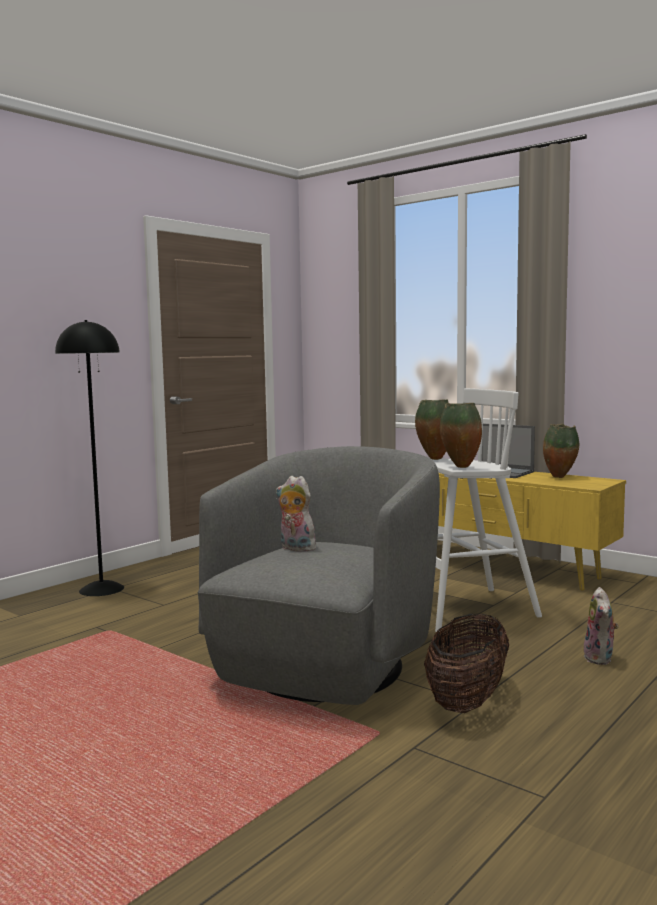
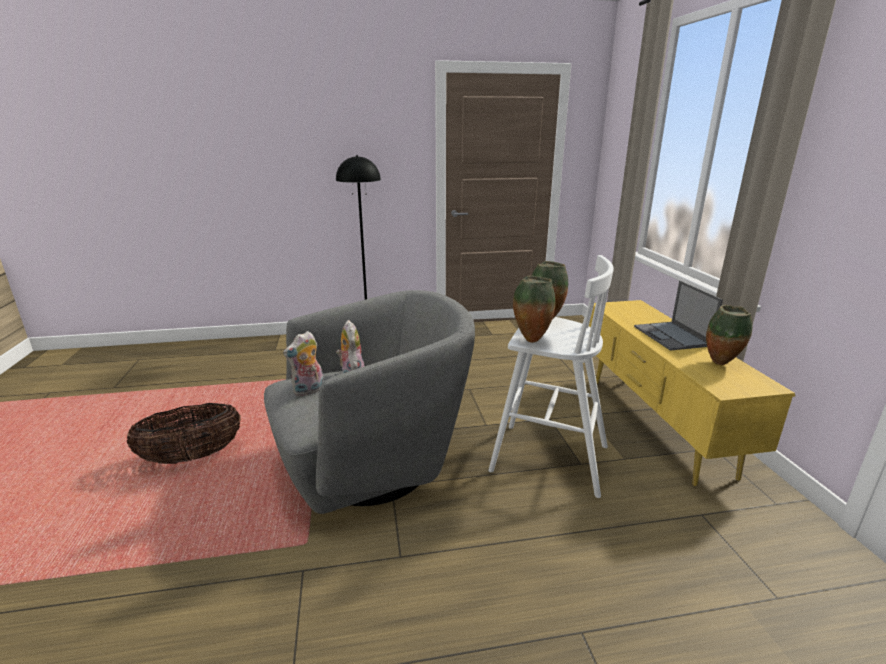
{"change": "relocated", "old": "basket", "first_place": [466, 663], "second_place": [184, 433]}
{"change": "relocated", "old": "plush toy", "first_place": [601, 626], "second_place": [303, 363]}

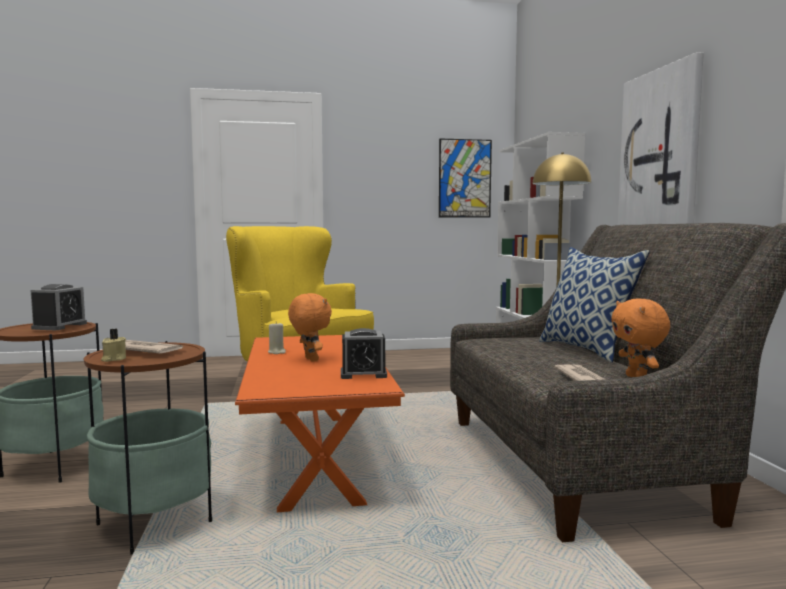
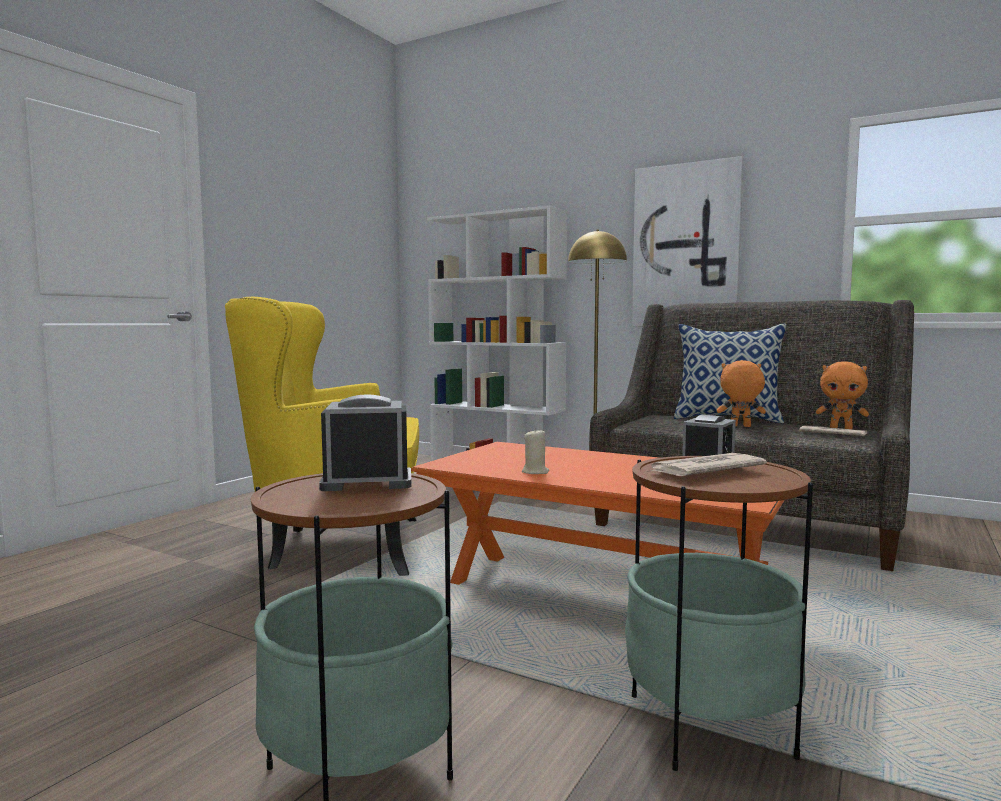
{"change": "spun", "old": "alarm clock", "first_place": [59, 307], "second_place": [365, 442], "degrees": -60}
{"change": "missing", "old": "beige candle", "first_place": [113, 345]}
{"change": "relocated", "old": "orange plush toy", "first_place": [310, 327], "second_place": [741, 393]}
{"change": "missing", "old": "picture", "first_place": [465, 178]}

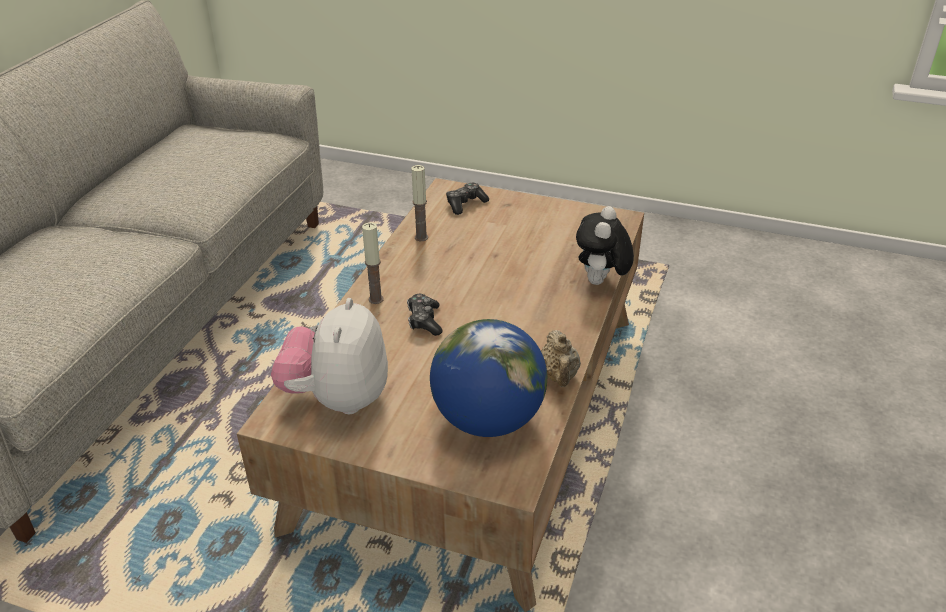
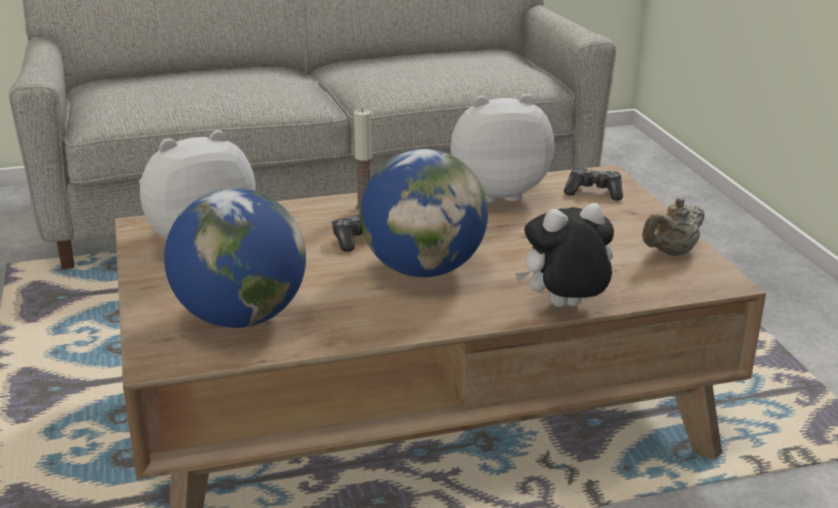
{"change": "exchanged", "old": "candle", "new": "plush toy", "first_place": [419, 203], "second_place": [502, 148]}
{"change": "relocated", "old": "beige teapot", "first_place": [561, 358], "second_place": [673, 227]}
{"change": "appeared", "new": "globe", "second_place": [424, 213]}

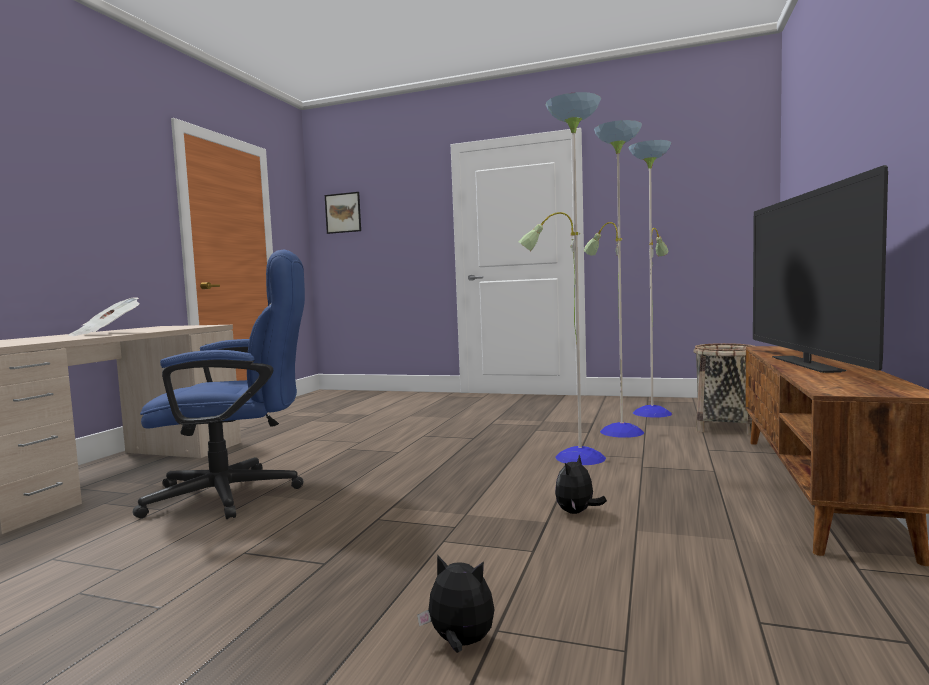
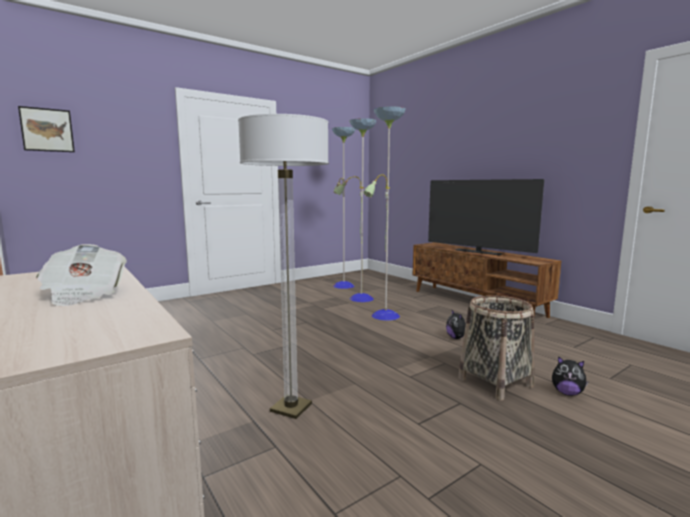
{"change": "exchanged", "old": "blue office chair", "new": "floor lamp", "first_place": [219, 384], "second_place": [283, 266]}
{"change": "spun", "old": "plush toy", "first_place": [456, 603], "second_place": [570, 376], "degrees": -120}
{"change": "relocated", "old": "basket", "first_place": [724, 389], "second_place": [496, 348]}

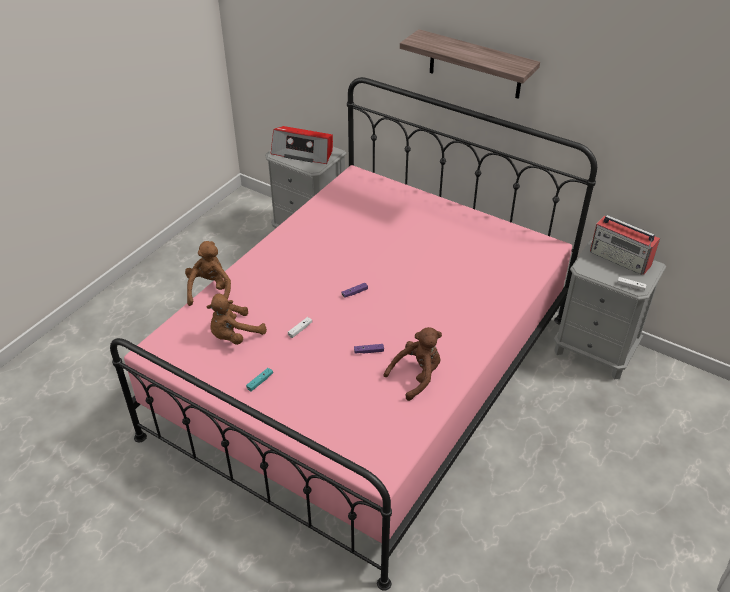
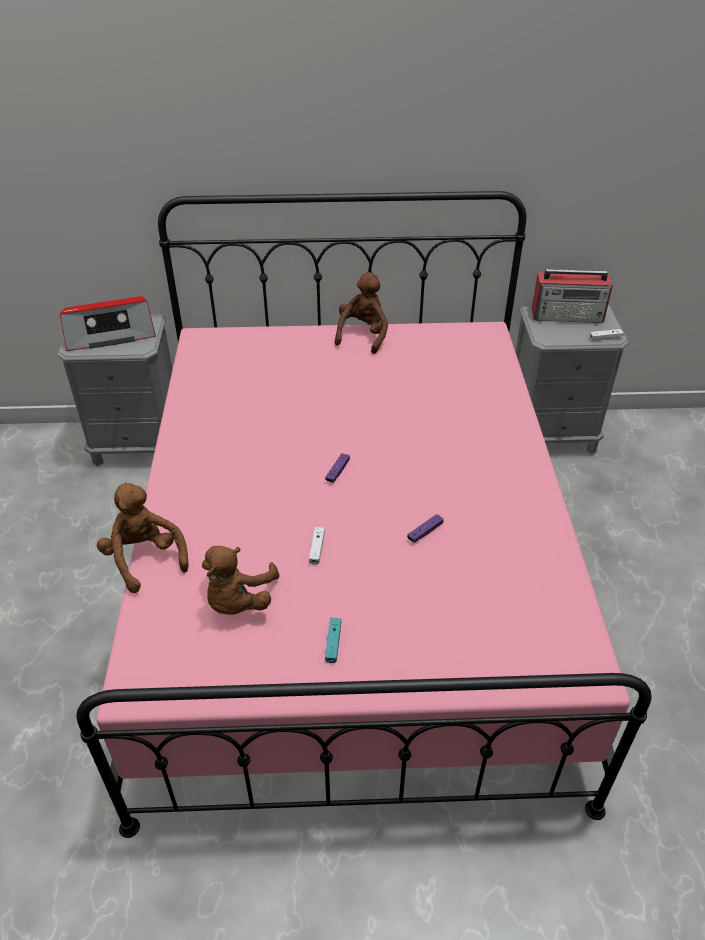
{"change": "relocated", "old": "brown plush toy", "first_place": [413, 364], "second_place": [361, 313]}
{"change": "missing", "old": "shelf", "first_place": [470, 64]}

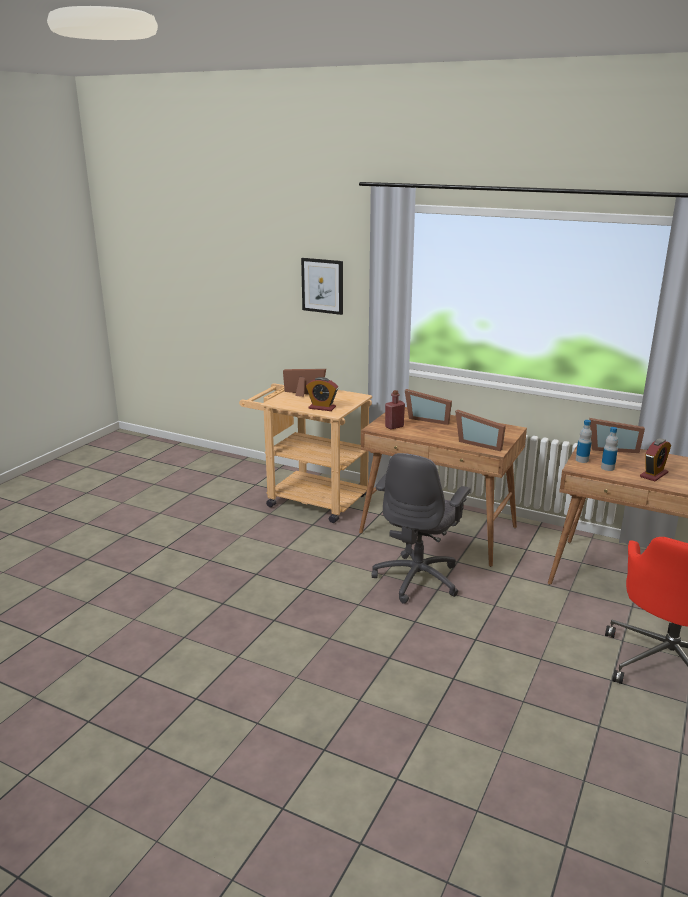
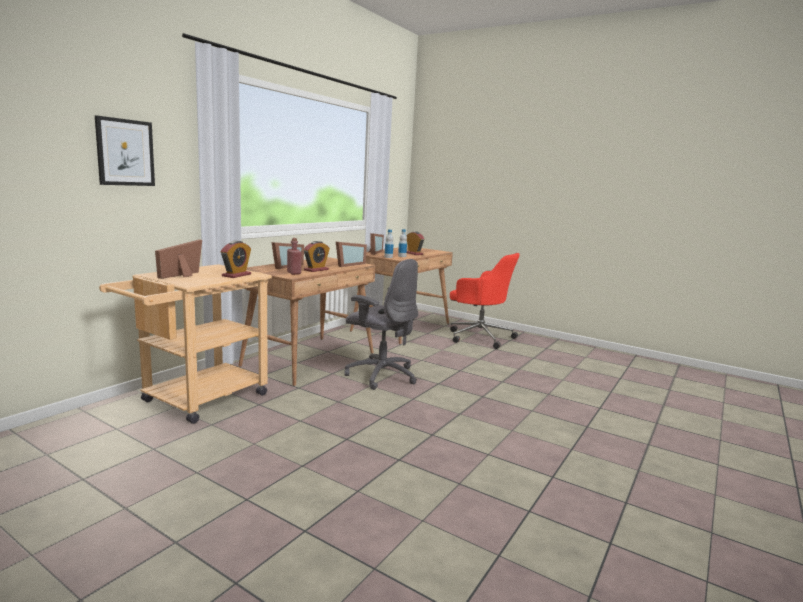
{"change": "appeared", "new": "alarm clock", "second_place": [316, 256]}

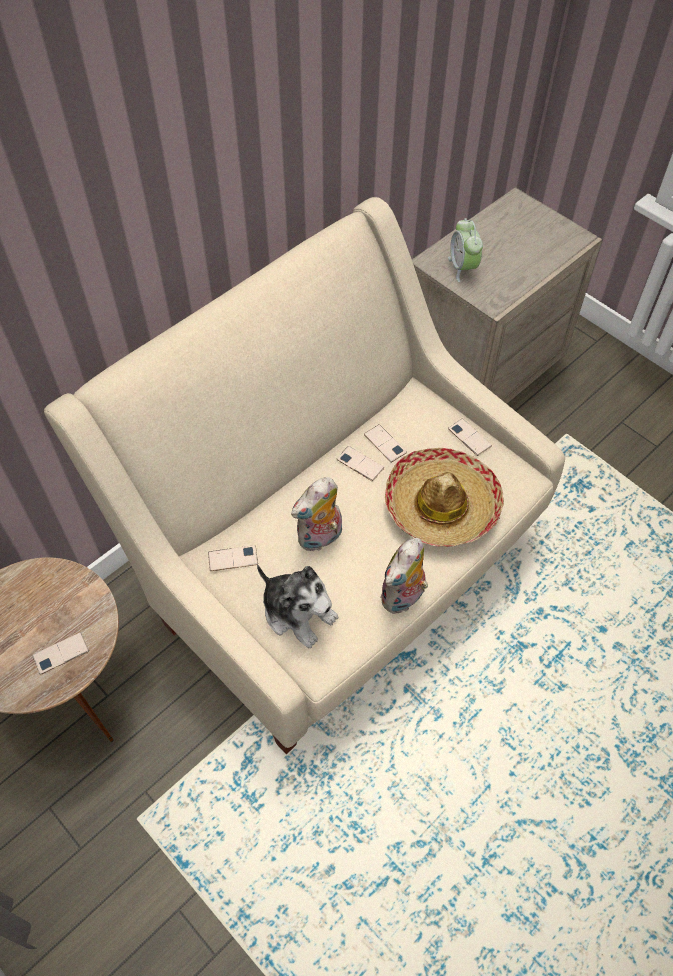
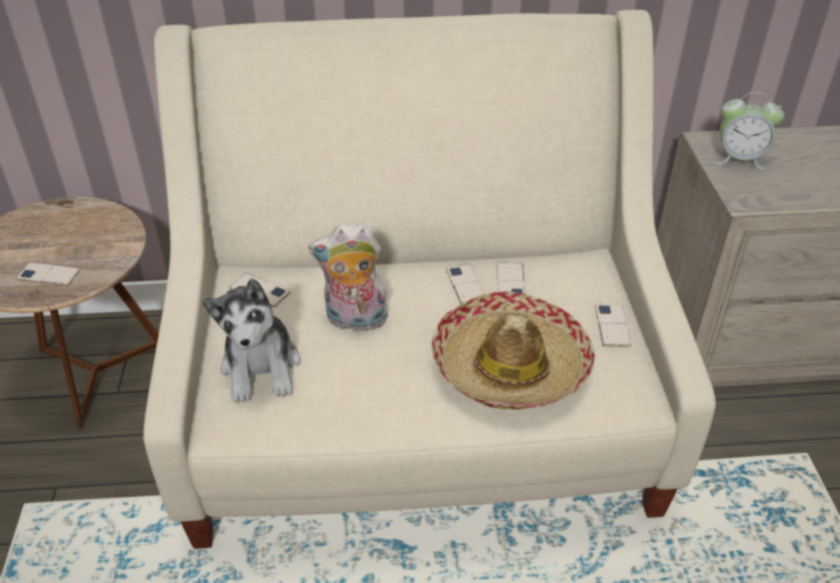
{"change": "missing", "old": "plush toy", "first_place": [404, 576]}
{"change": "spun", "old": "alarm clock", "first_place": [465, 250], "second_place": [750, 131], "degrees": -105}

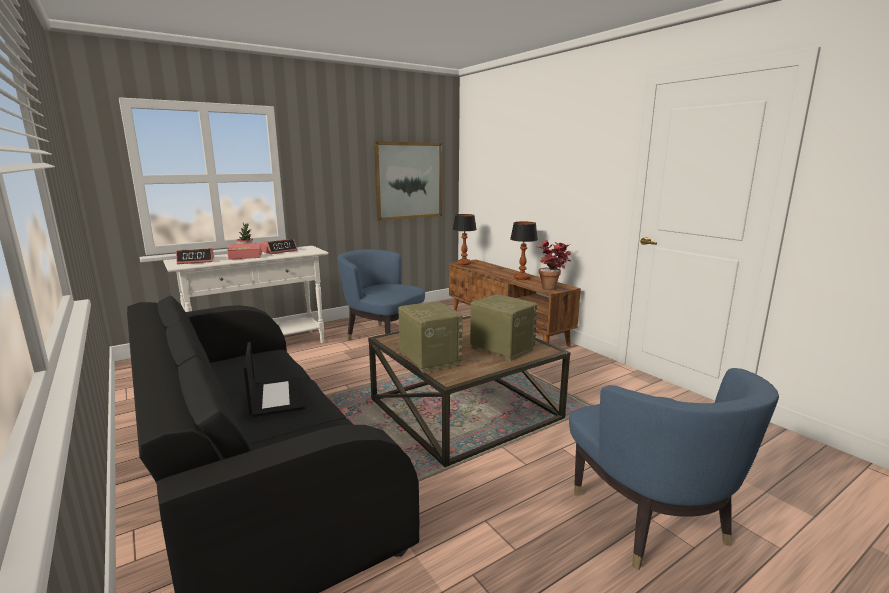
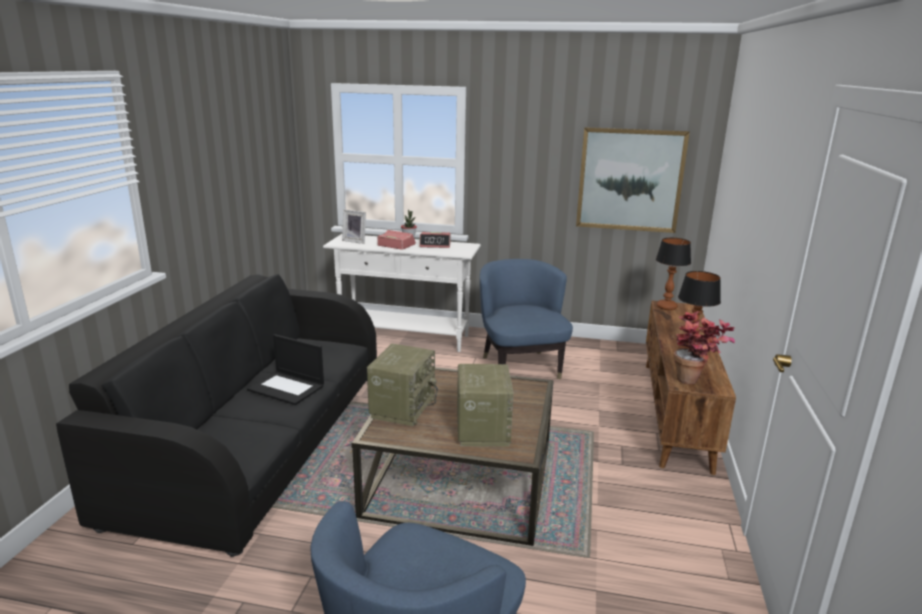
{"change": "exchanged", "old": "alarm clock", "new": "picture frame", "first_place": [195, 256], "second_place": [354, 226]}
{"change": "spun", "old": "laptop", "first_place": [274, 379], "second_place": [285, 369], "degrees": 90}

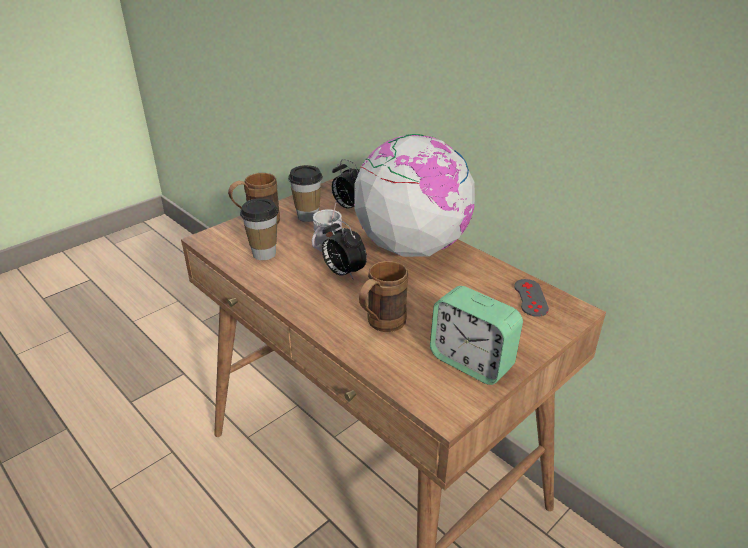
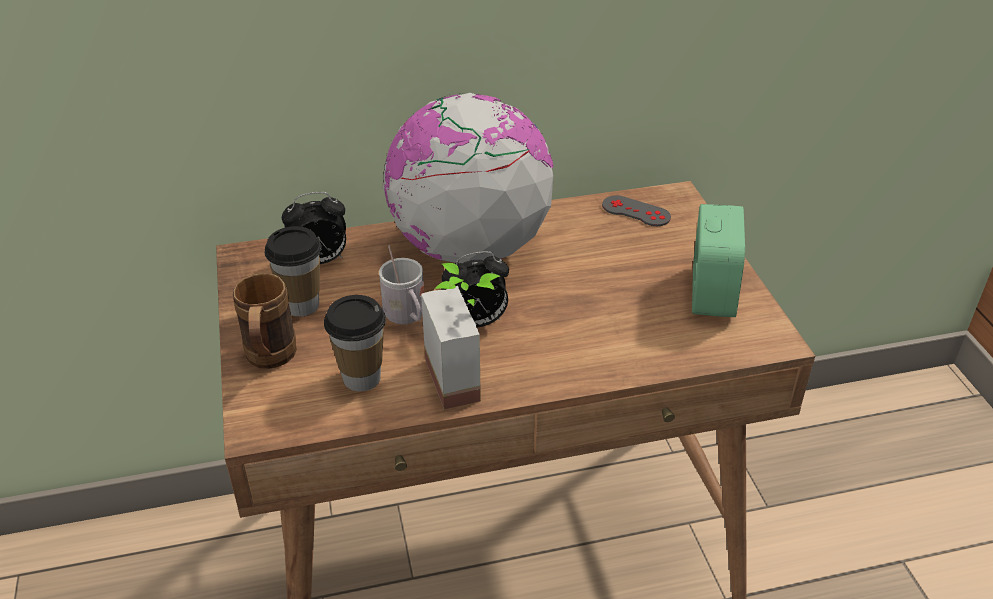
{"change": "missing", "old": "brown mug", "first_place": [383, 296]}
{"change": "spun", "old": "alarm clock", "first_place": [476, 335], "second_place": [718, 260], "degrees": -60}
{"change": "appeared", "new": "potted plant", "second_place": [460, 336]}

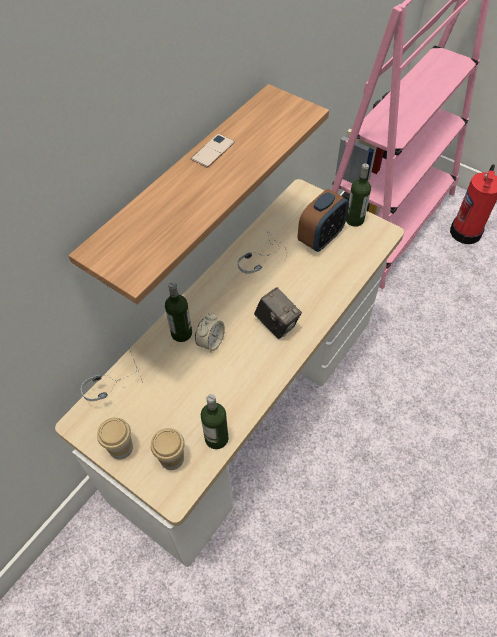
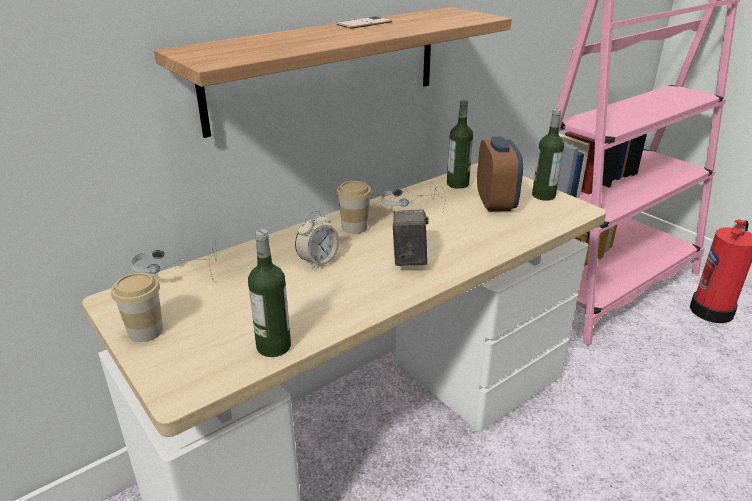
{"change": "relocated", "old": "cup", "first_place": [168, 449], "second_place": [353, 207]}
{"change": "relocated", "old": "bottle", "first_place": [178, 312], "second_place": [460, 144]}
{"change": "spun", "old": "photo camera", "first_place": [278, 313], "second_place": [411, 237], "degrees": -150}
{"change": "spun", "old": "alarm clock", "first_place": [323, 220], "second_place": [500, 174], "degrees": -60}

